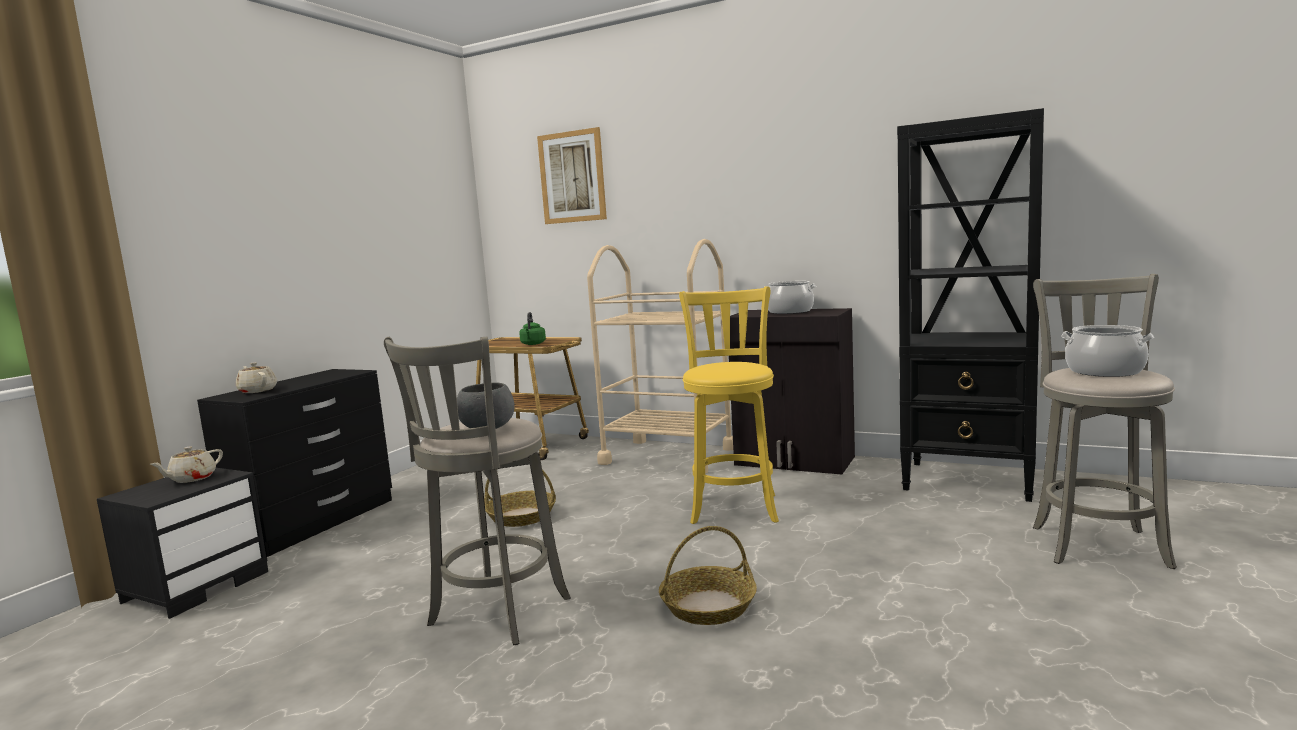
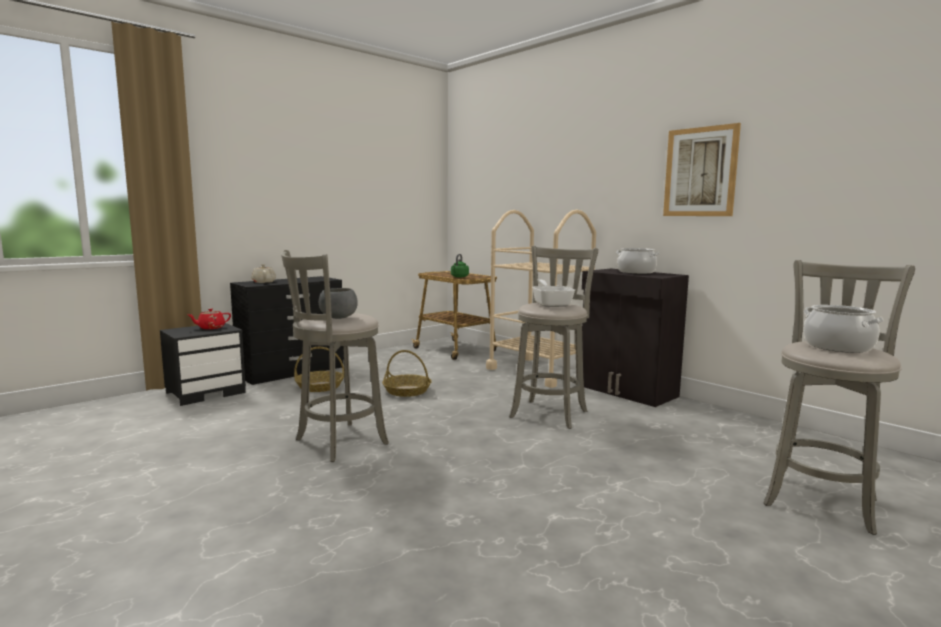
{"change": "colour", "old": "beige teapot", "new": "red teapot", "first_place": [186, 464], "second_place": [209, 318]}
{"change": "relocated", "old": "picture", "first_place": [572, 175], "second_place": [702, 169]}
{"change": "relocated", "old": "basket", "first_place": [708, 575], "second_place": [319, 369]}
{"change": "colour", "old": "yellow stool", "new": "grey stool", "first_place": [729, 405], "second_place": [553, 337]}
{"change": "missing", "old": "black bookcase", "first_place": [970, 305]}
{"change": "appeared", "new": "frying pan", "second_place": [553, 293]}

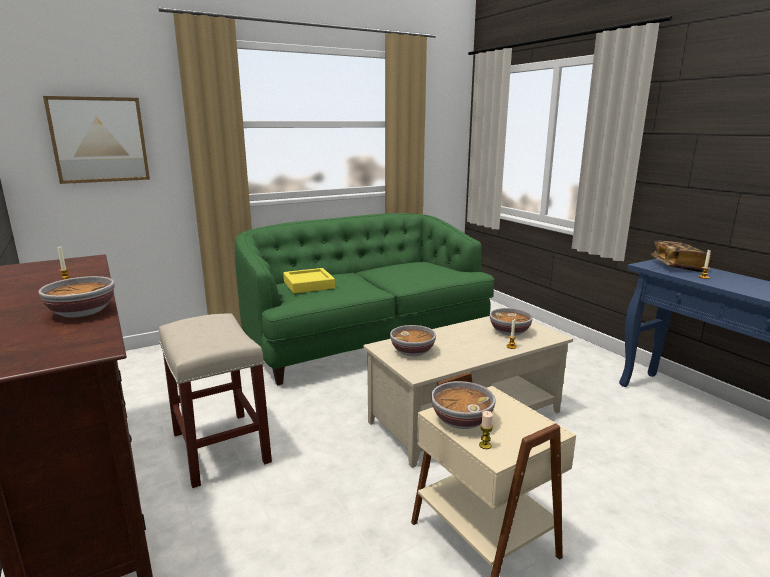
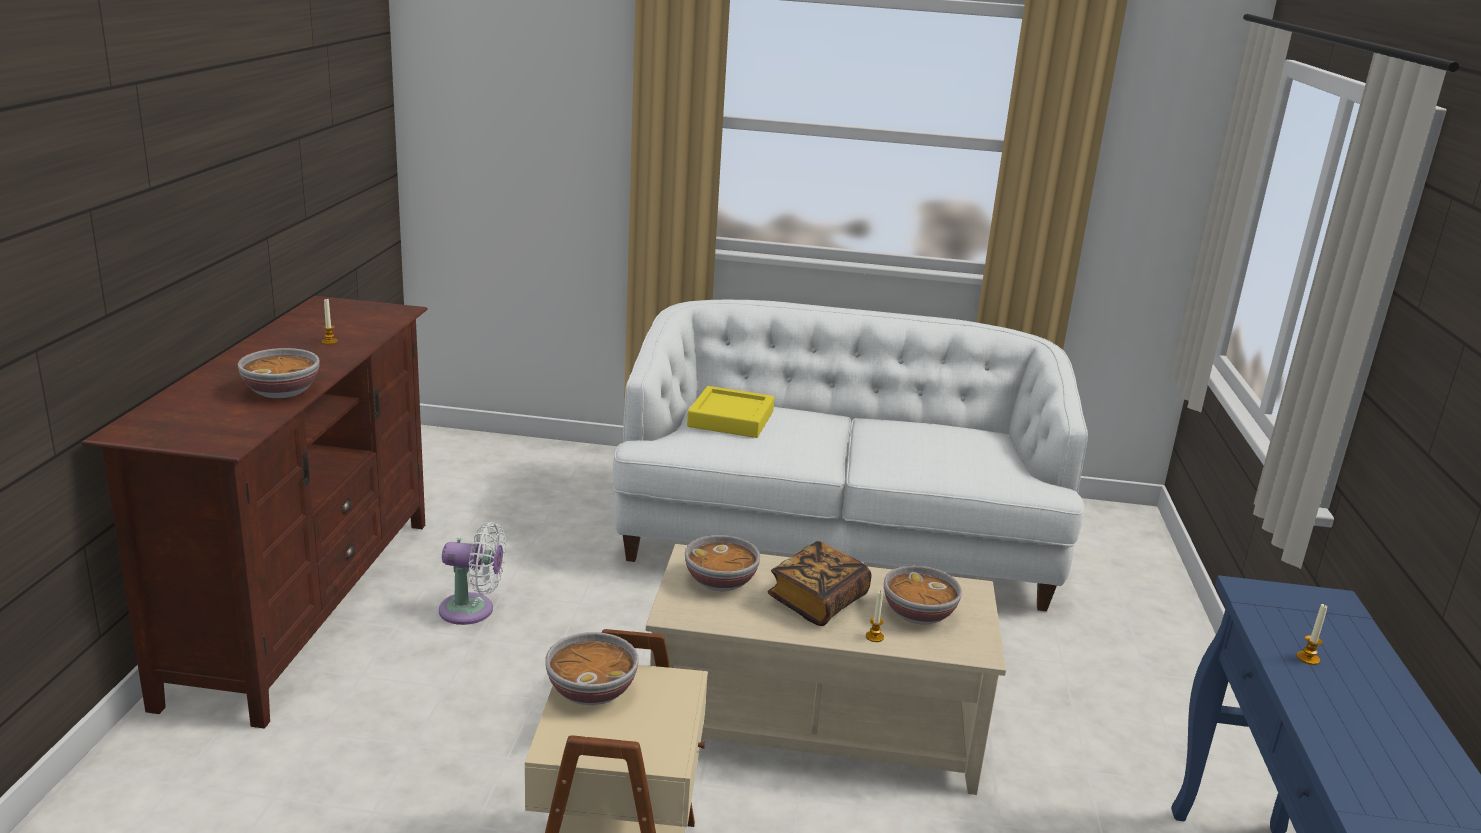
{"change": "missing", "old": "picture", "first_place": [96, 140]}
{"change": "exchanged", "old": "beige stool", "new": "white fan", "first_place": [215, 400], "second_place": [472, 573]}
{"change": "colour", "old": "green sofa", "new": "white sofa", "first_place": [364, 299], "second_place": [850, 455]}
{"change": "missing", "old": "candle", "first_place": [486, 430]}
{"change": "relocated", "old": "book", "first_place": [681, 256], "second_place": [820, 583]}

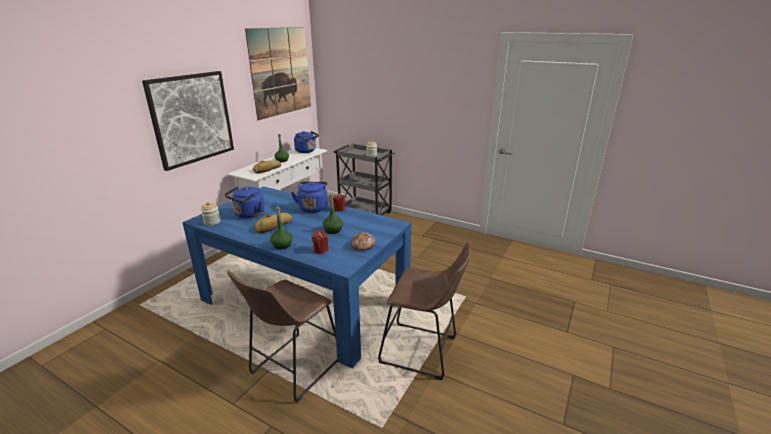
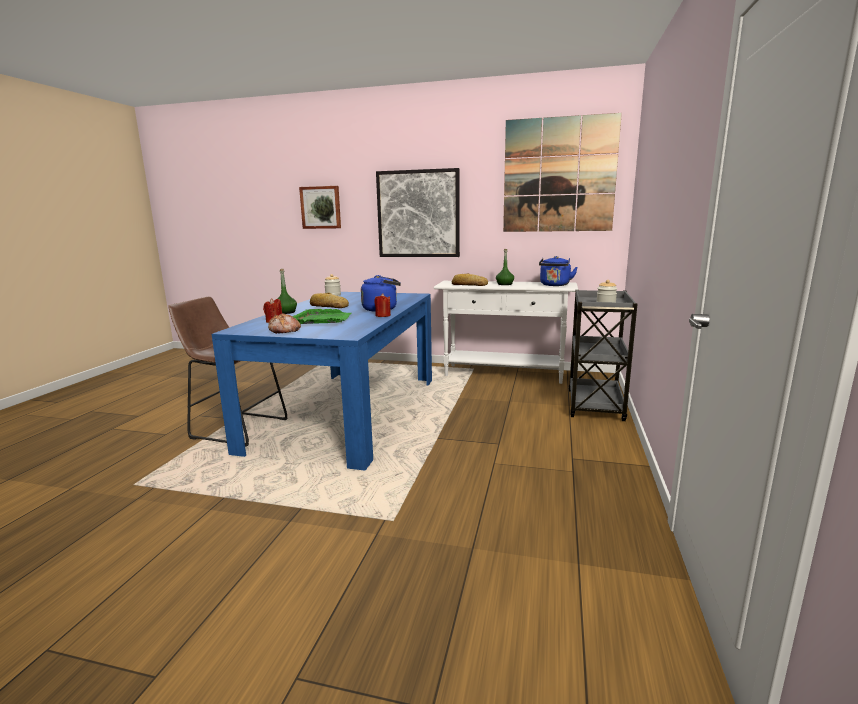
{"change": "missing", "old": "blue kettle", "first_place": [245, 202]}
{"change": "exchanged", "old": "green bottle", "new": "green tray", "first_place": [333, 214], "second_place": [322, 316]}
{"change": "missing", "old": "brown stool", "first_place": [424, 311]}
{"change": "appeared", "new": "picture", "second_place": [320, 207]}

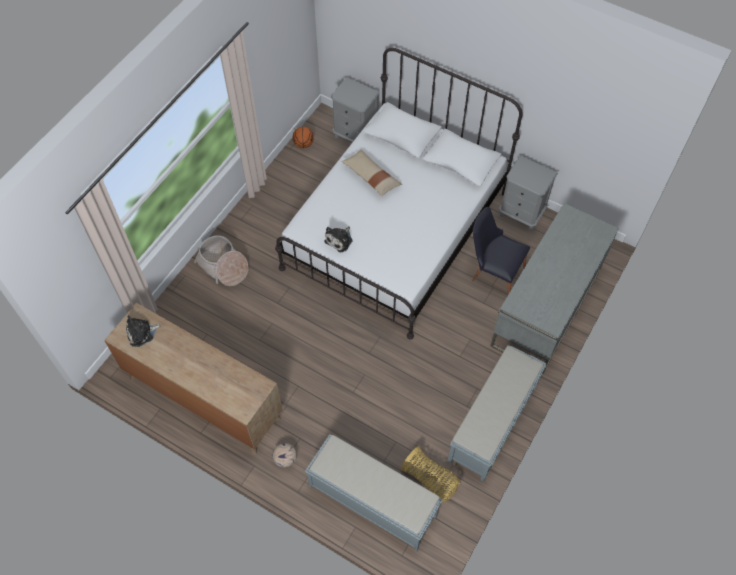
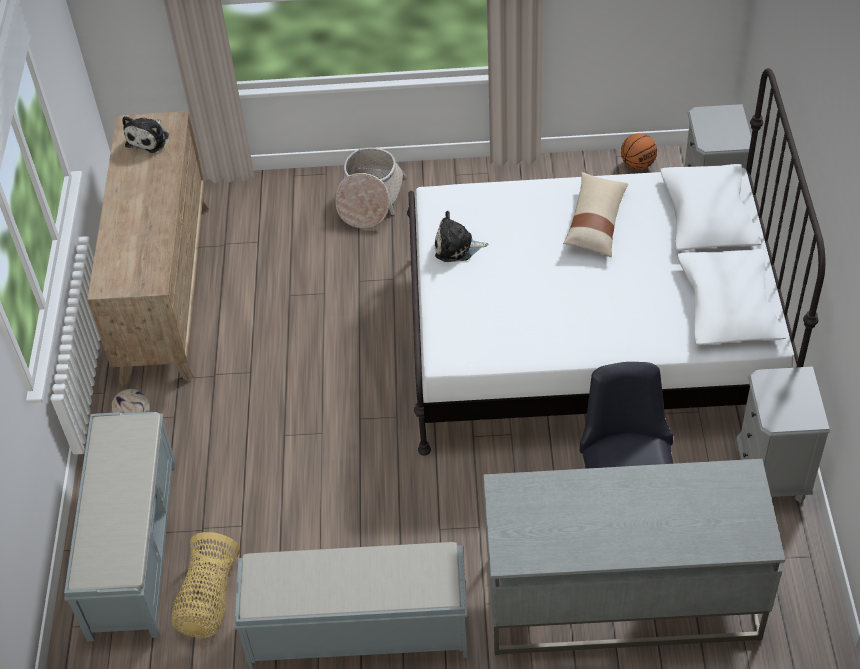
{"change": "spun", "old": "plush toy", "first_place": [143, 331], "second_place": [145, 134], "degrees": -105}

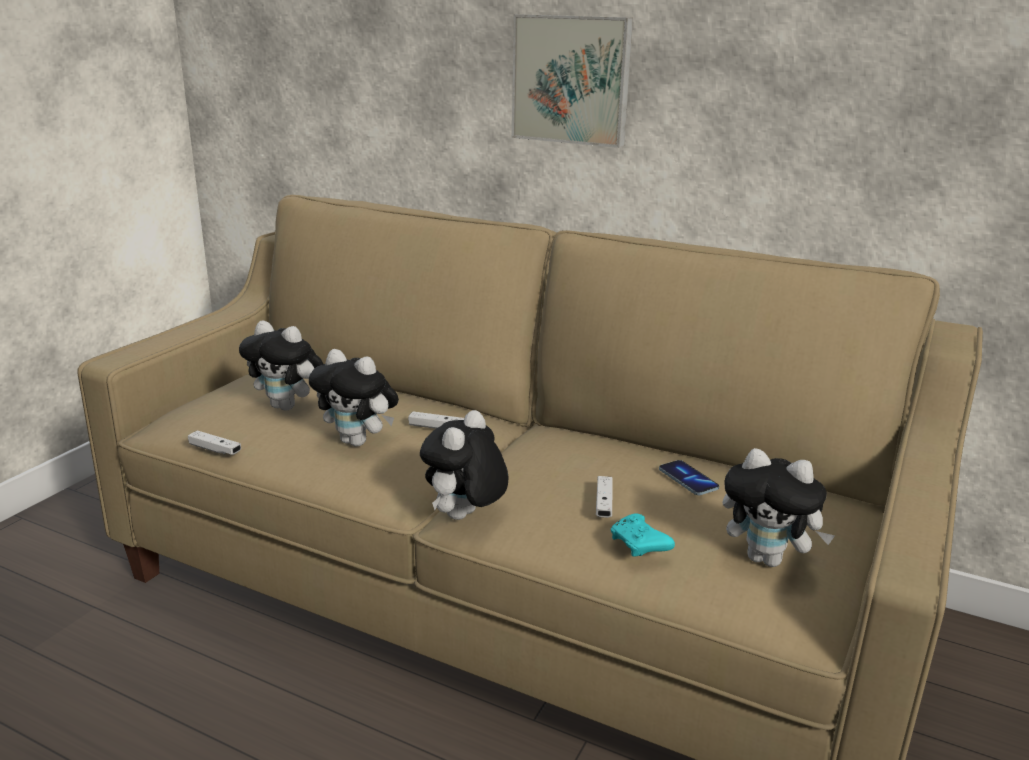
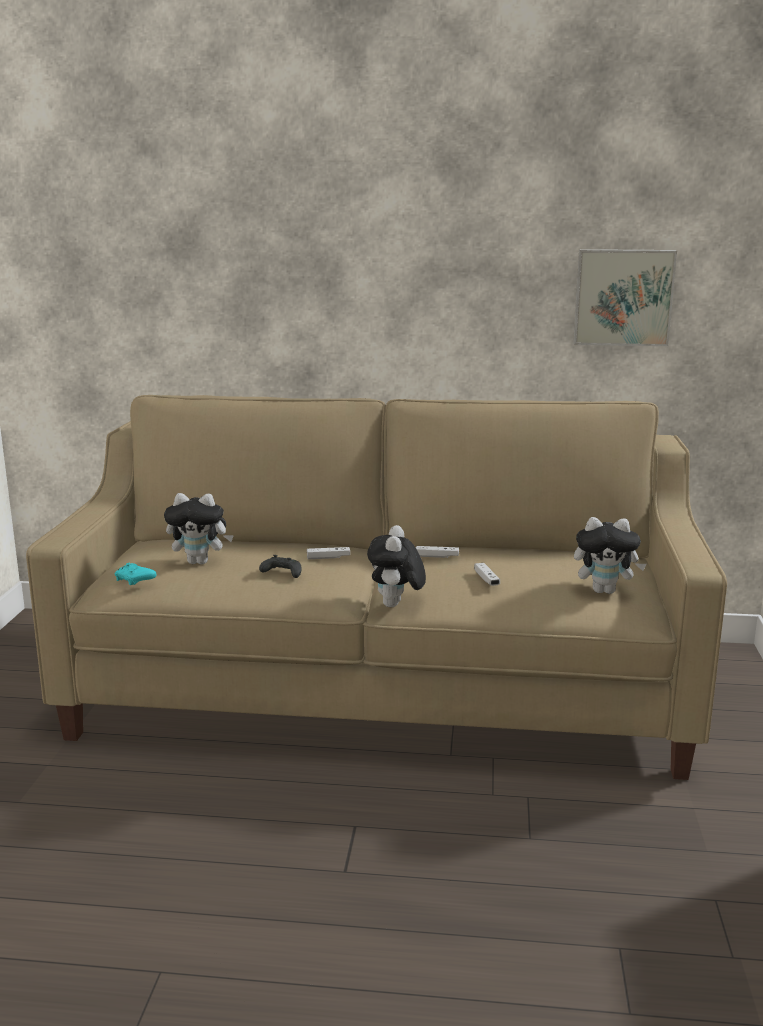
{"change": "relocated", "old": "white game controller", "first_place": [214, 442], "second_place": [437, 552]}
{"change": "exchanged", "old": "plush toy", "new": "black game controller", "first_place": [354, 398], "second_place": [280, 566]}
{"change": "relocated", "old": "picture", "first_place": [572, 81], "second_place": [625, 297]}
{"change": "relocated", "old": "turquoise game controller", "first_place": [643, 535], "second_place": [135, 574]}
{"change": "missing", "old": "phone", "first_place": [689, 477]}

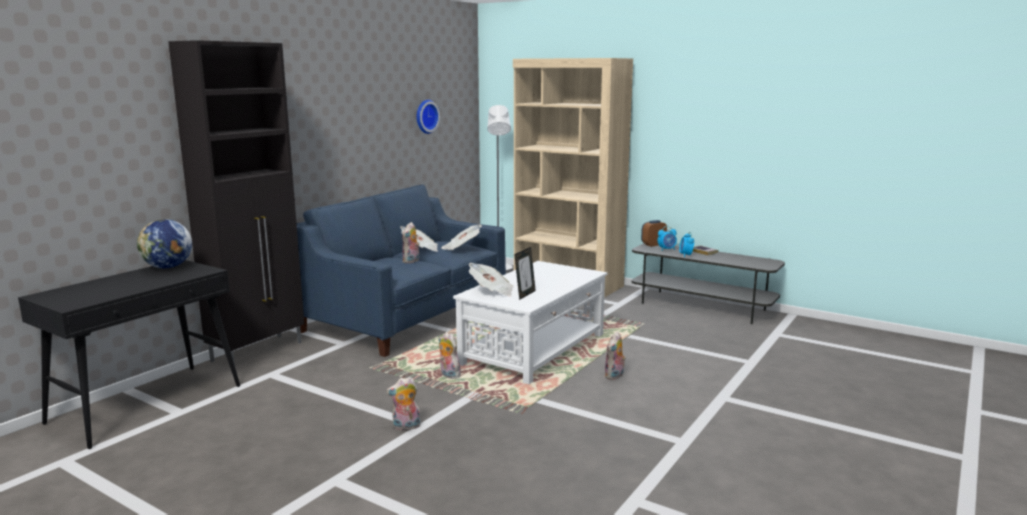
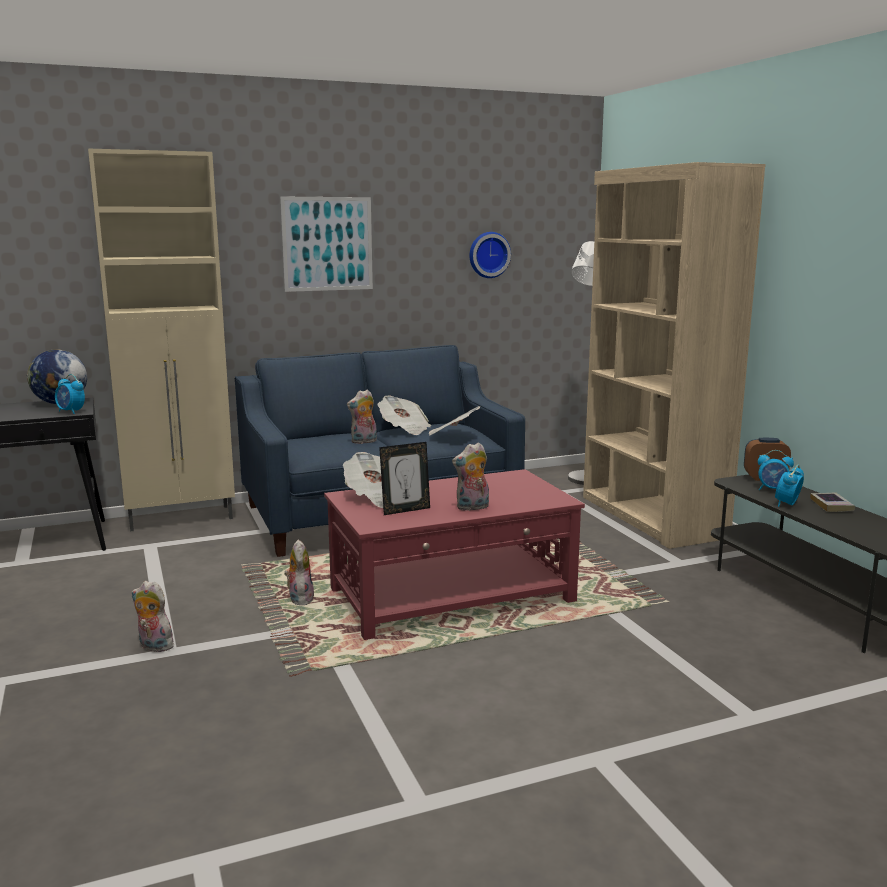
{"change": "colour", "old": "black cabinet", "new": "beige cabinet", "first_place": [236, 202], "second_place": [161, 340]}
{"change": "colour", "old": "white coffee table", "new": "red coffee table", "first_place": [530, 322], "second_place": [454, 554]}
{"change": "relocated", "old": "plush toy", "first_place": [615, 356], "second_place": [470, 476]}
{"change": "appeared", "new": "alarm clock", "second_place": [70, 394]}
{"change": "appeared", "new": "picture", "second_place": [326, 244]}

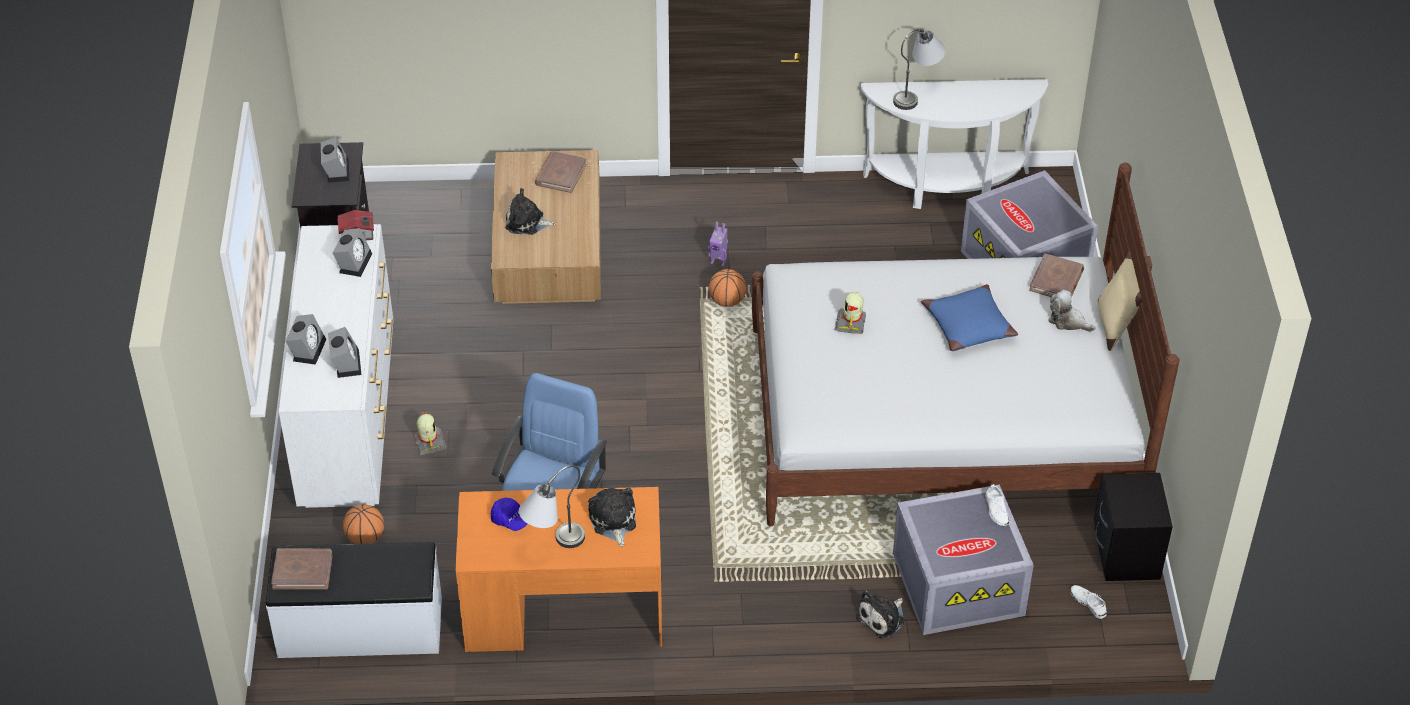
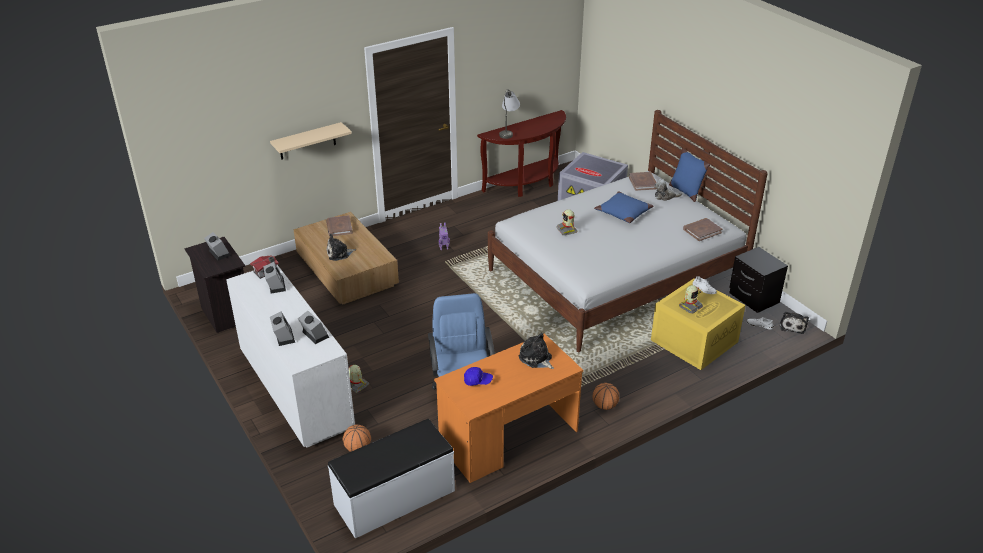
{"change": "relocated", "old": "brown book", "first_place": [302, 568], "second_place": [702, 229]}
{"change": "missing", "old": "grey table lamp", "first_place": [552, 506]}
{"change": "relocated", "old": "basketball", "first_place": [727, 288], "second_place": [606, 396]}
{"change": "relocated", "old": "plush toy", "first_place": [880, 614], "second_place": [794, 323]}
{"change": "colour", "old": "white console table", "new": "brown console table", "first_place": [954, 144], "second_place": [521, 153]}
{"change": "colour", "old": "grey storage box", "new": "yellow storage box", "first_place": [963, 559], "second_place": [698, 324]}
{"change": "colour", "old": "beige pillow", "new": "blue pillow", "first_place": [1120, 300], "second_place": [689, 175]}
{"change": "appeared", "new": "beige shelf", "second_place": [311, 141]}
{"change": "appeared", "new": "toy robot", "second_place": [691, 299]}

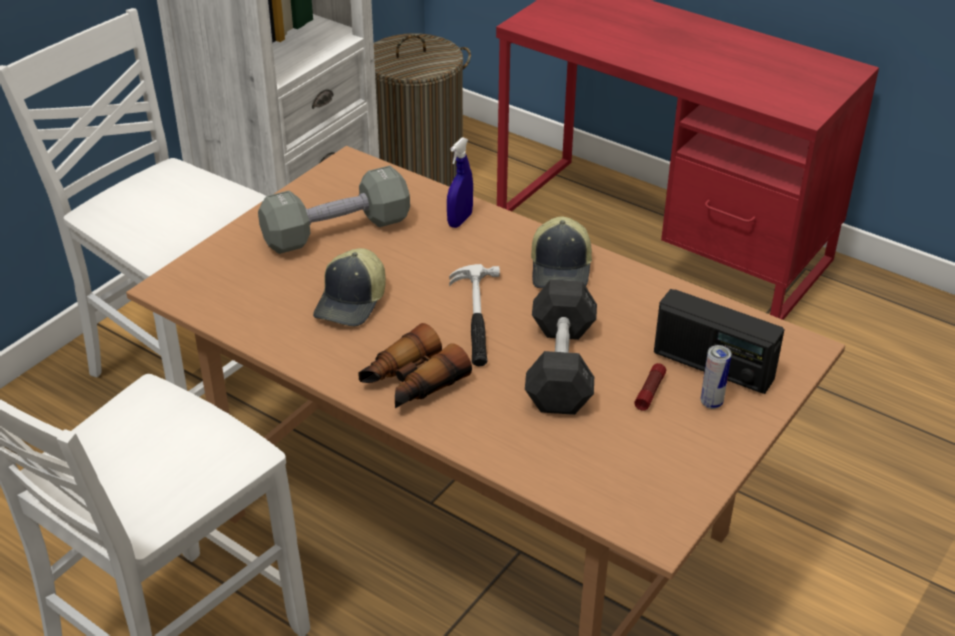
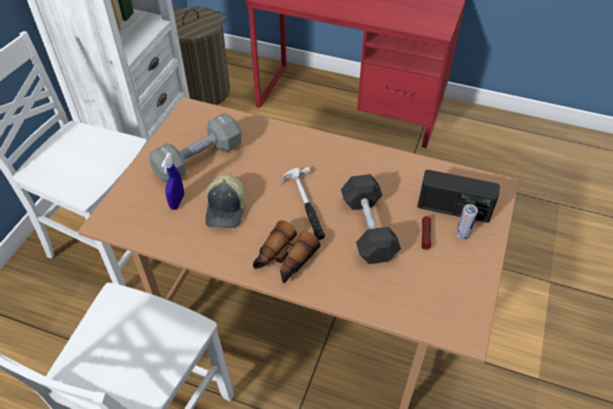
{"change": "relocated", "old": "blue spray bottle", "first_place": [460, 182], "second_place": [172, 181]}
{"change": "missing", "old": "cap", "first_place": [561, 252]}

